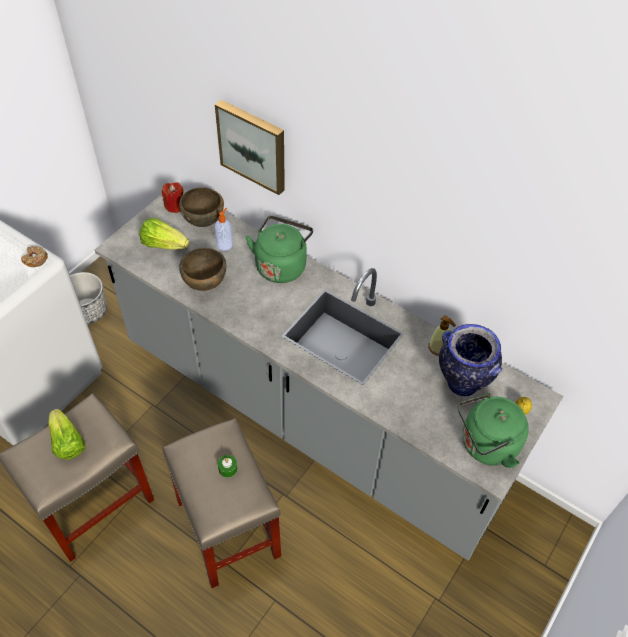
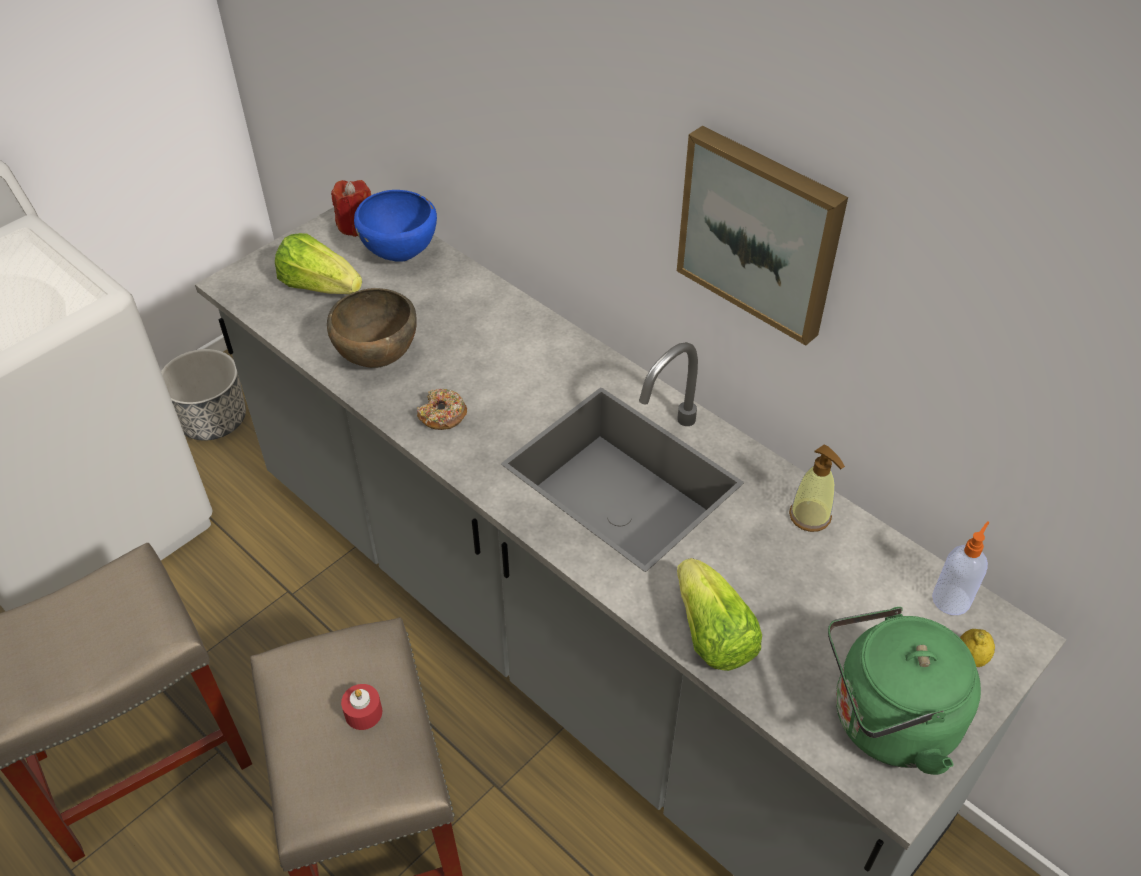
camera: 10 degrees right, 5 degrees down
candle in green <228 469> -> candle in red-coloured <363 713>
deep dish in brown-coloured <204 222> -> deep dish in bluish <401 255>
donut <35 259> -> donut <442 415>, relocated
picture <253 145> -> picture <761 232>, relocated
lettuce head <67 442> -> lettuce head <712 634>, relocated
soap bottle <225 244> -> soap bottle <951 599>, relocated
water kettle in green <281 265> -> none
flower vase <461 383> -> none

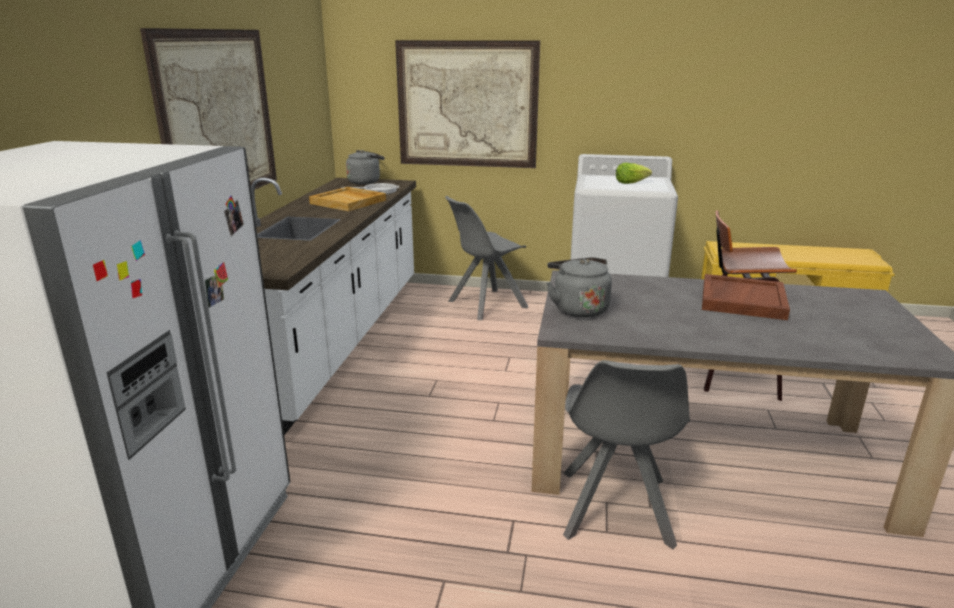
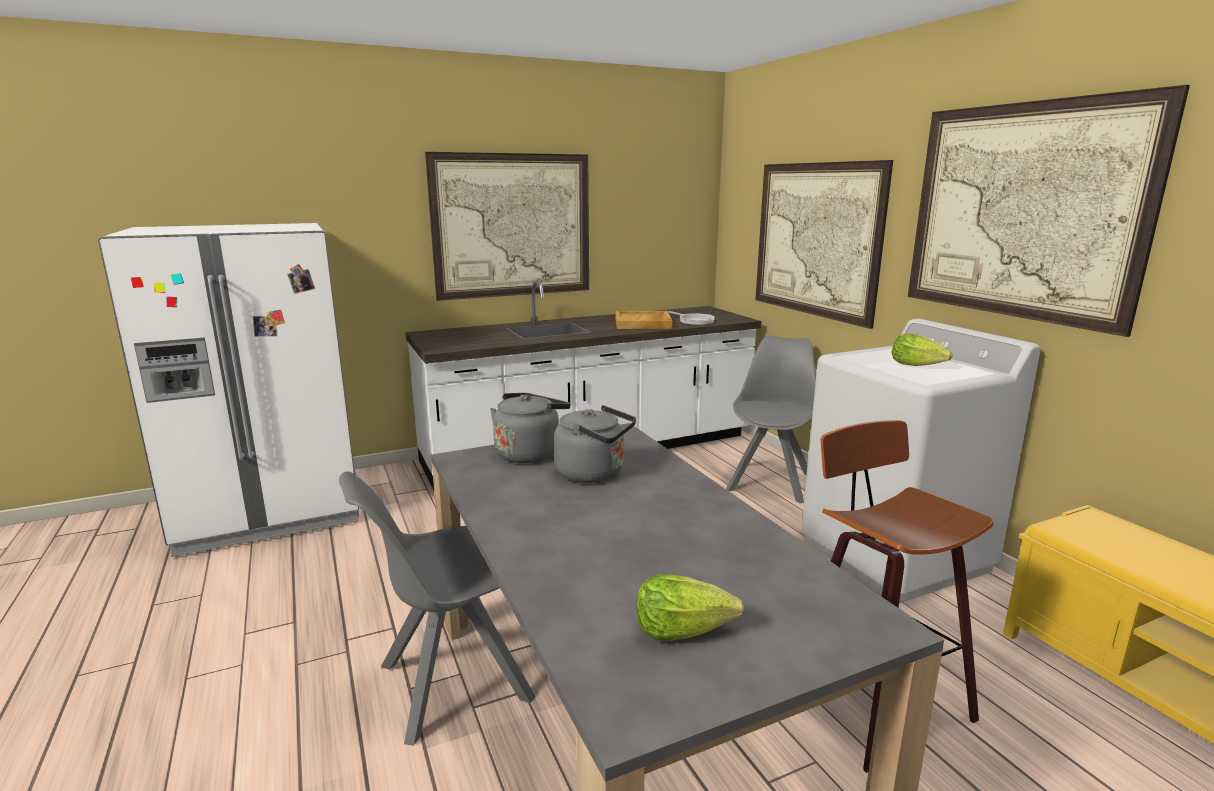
camera: 55 degrees right, 5 degrees down
water kettle in greyish <366 182> -> water kettle in greyish <594 474>, relocated
none -> lettuce head <682 629>
chair in greyish <485 305> -> chair in greyish <770 481>, 90 degrees clockwise
none -> picture <1022 212>
tray in brown-coloured <741 300> -> none

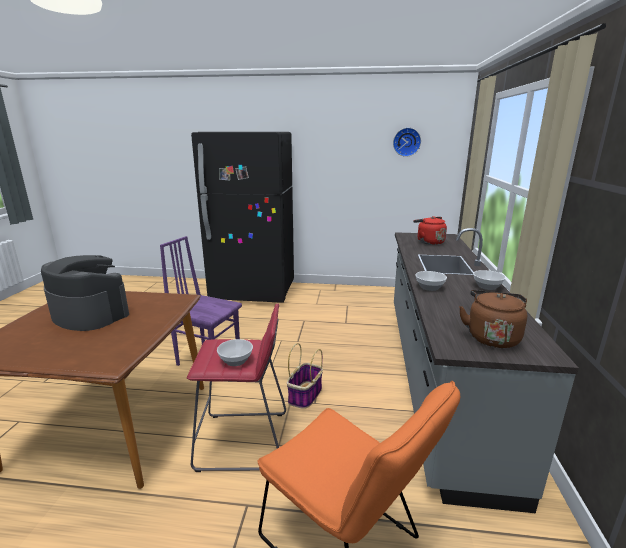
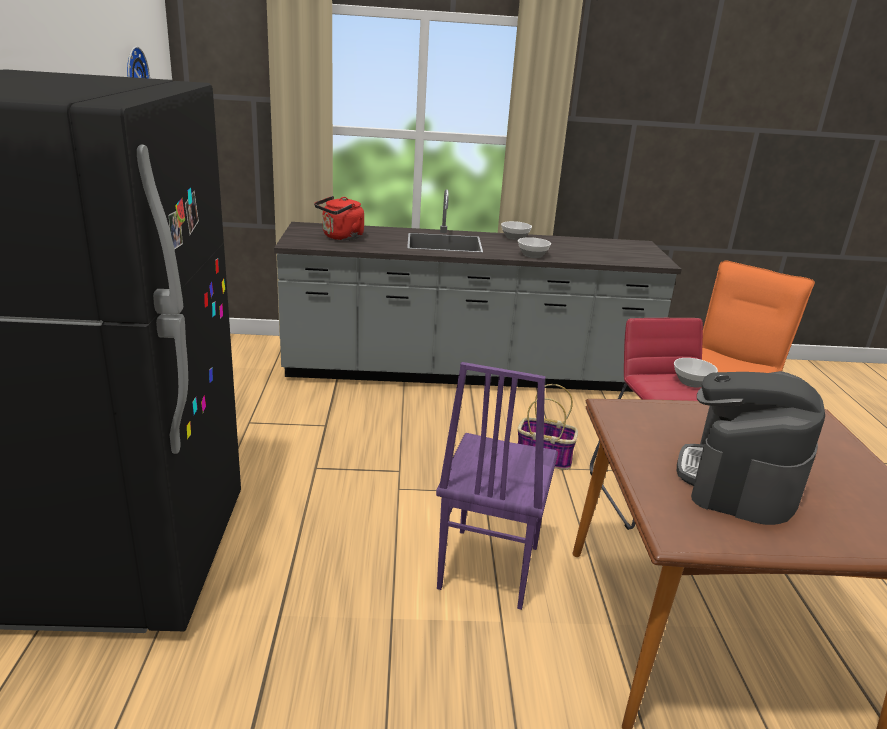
camera: 100 degrees left, 5 degrees up
water kettle in brown-coloured <491 337> -> none

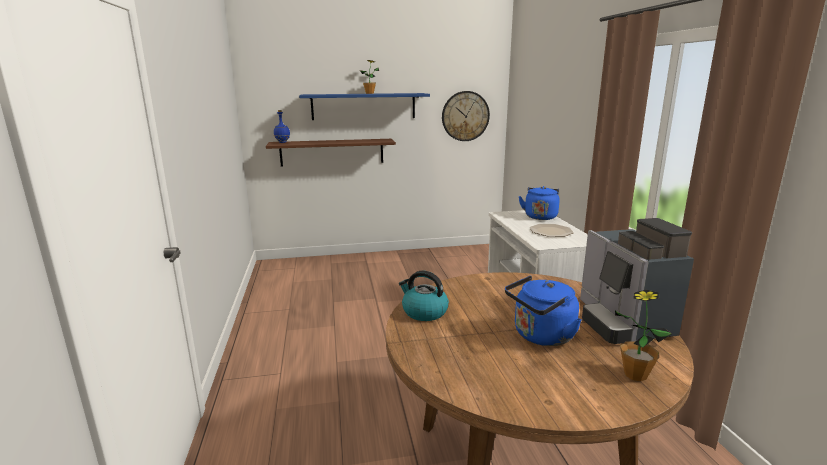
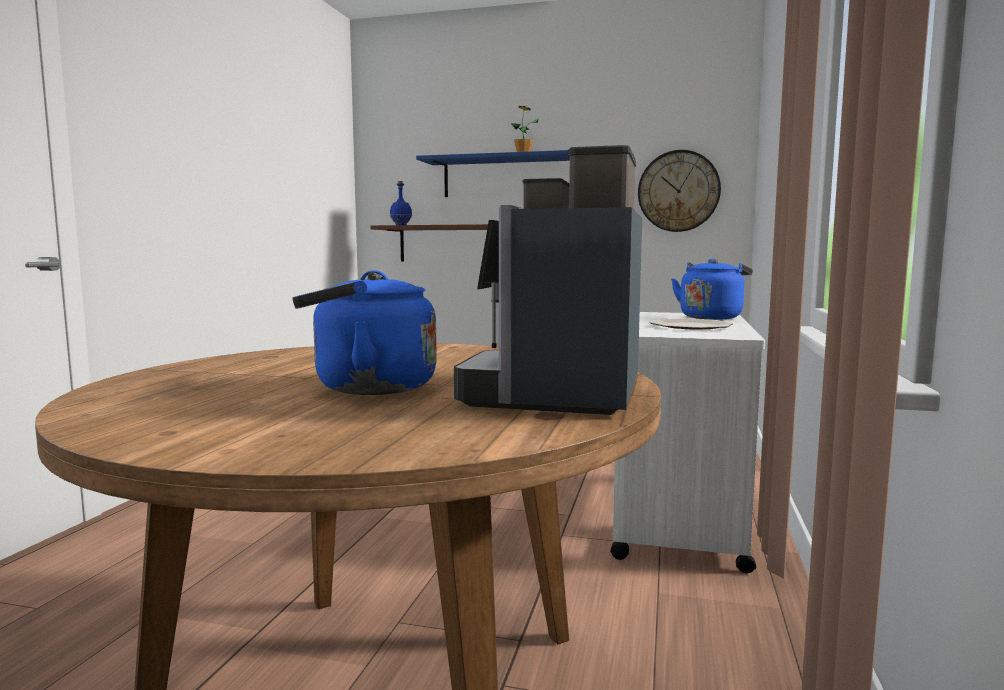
camera: 25 degrees right, 10 degrees down
water kettle <424 312> -> none
potted plant <635 374> -> none

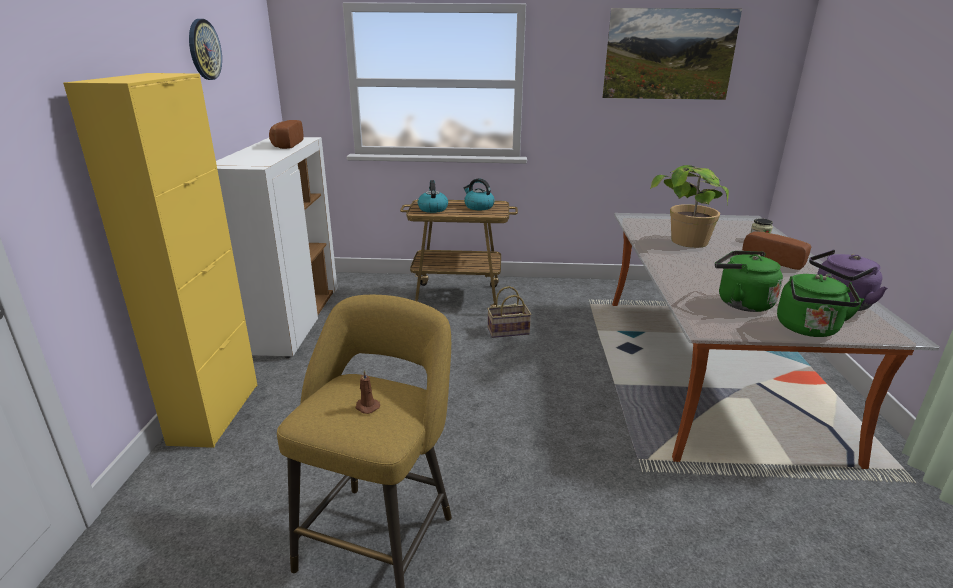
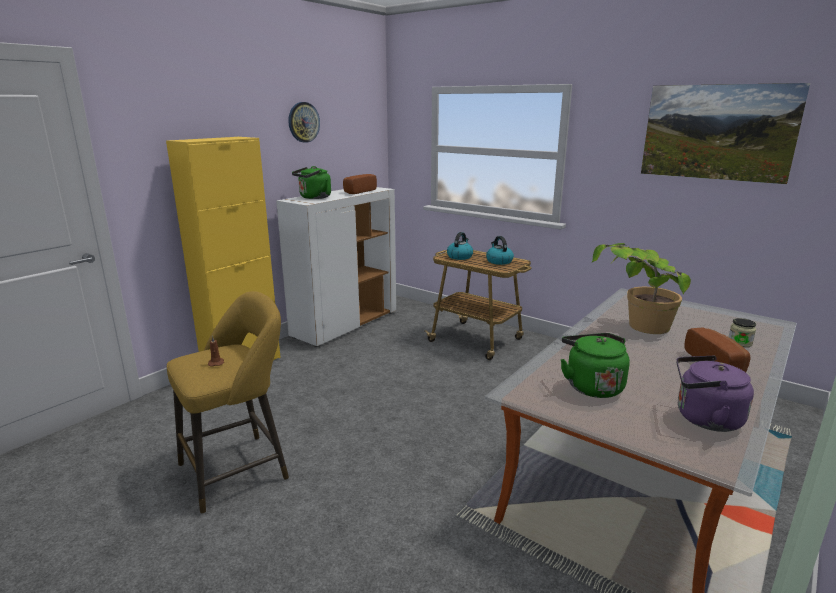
camera: 35 degrees right, 5 degrees down
water kettle in green <808 329> -> water kettle in green <313 197>, relocated
household basket <507 332> -> none

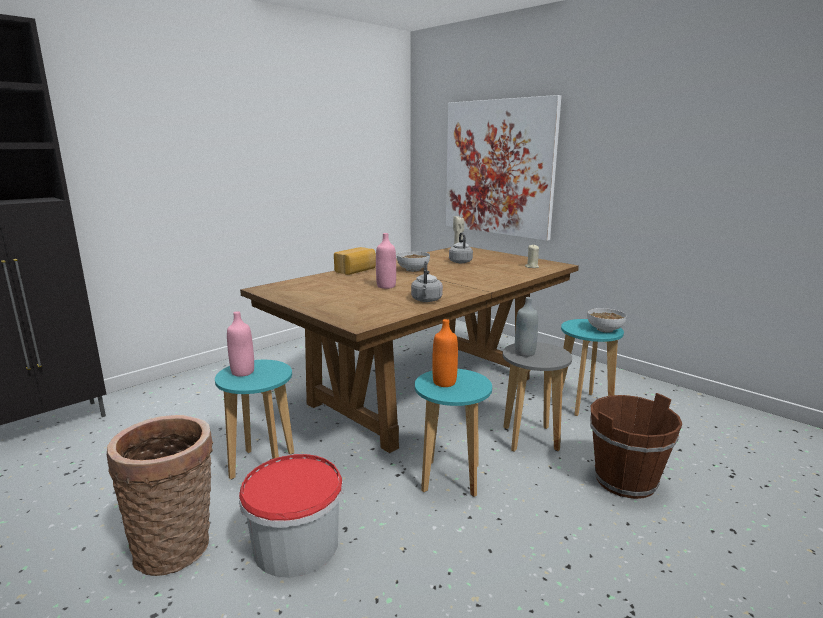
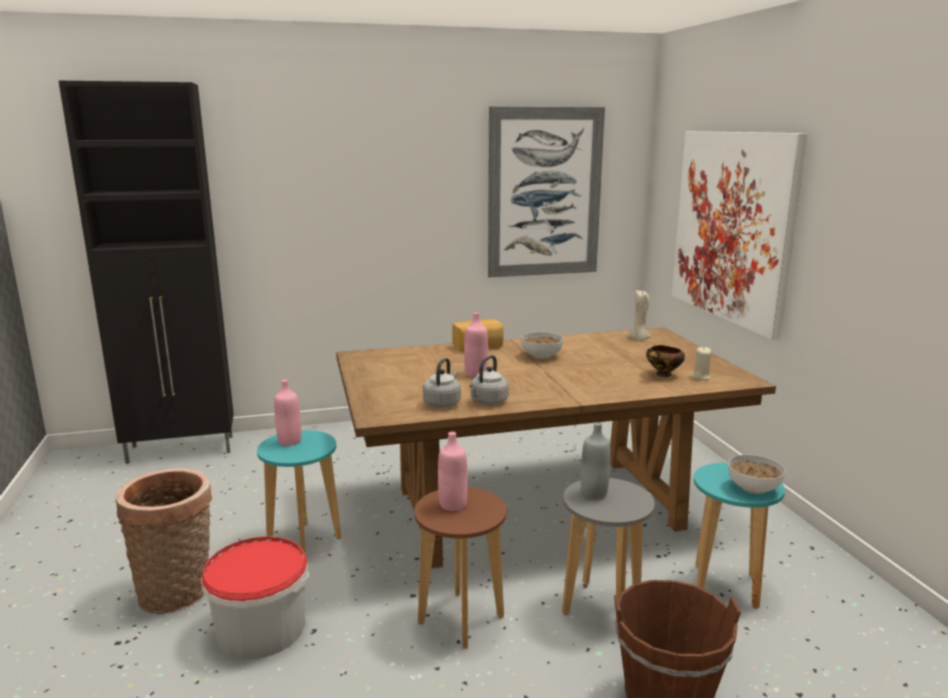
camera: 30 degrees right, 0 degrees up
stool in blue-green <450 479> -> stool in brown-coloured <460 620>
water kettle in greyish <460 261> -> water kettle in greyish <443 403>, relocated
drink bottle in orangey <444 382> -> drink bottle in pink <452 504>
none -> picture <544 193>
none -> deep dish <663 375>

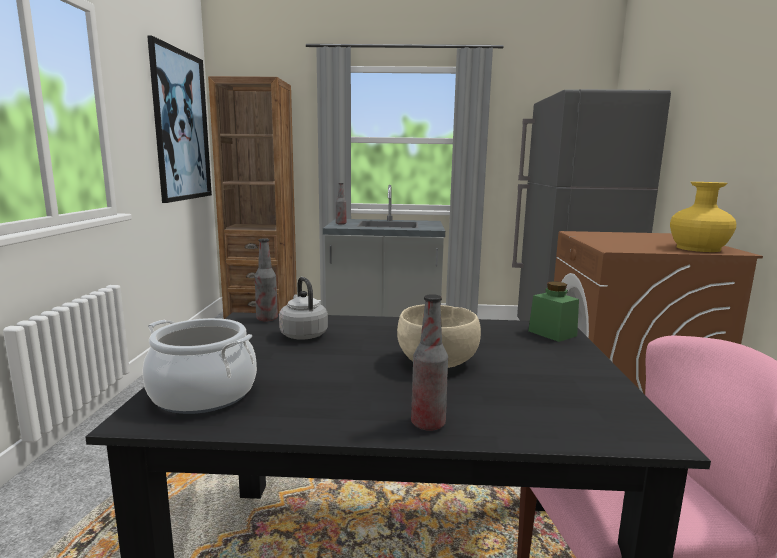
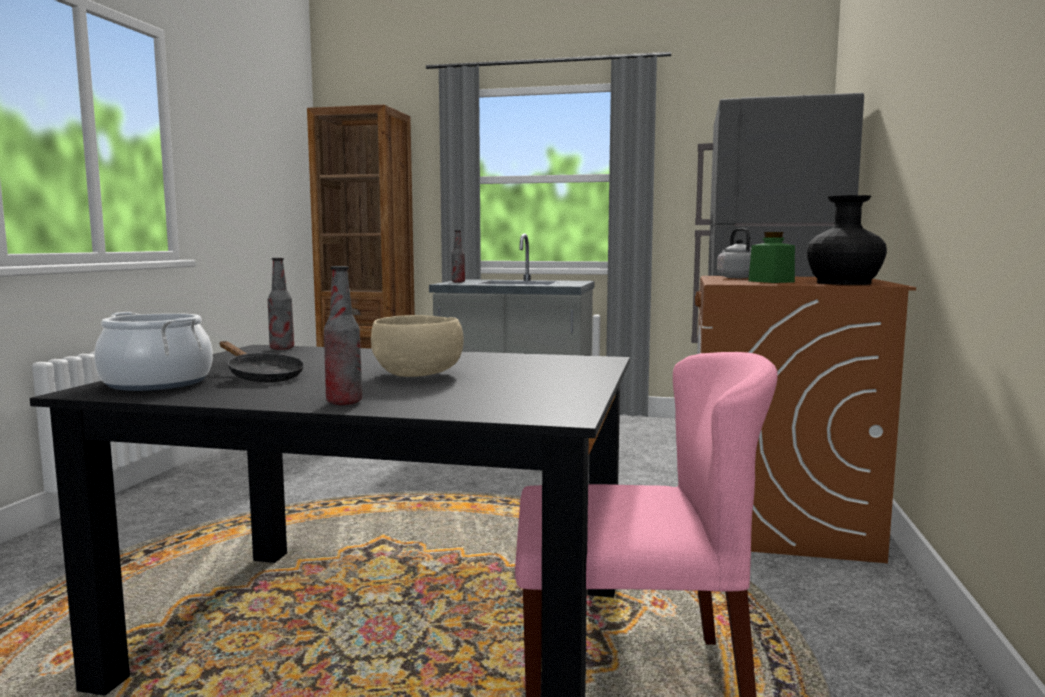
camera: 10 degrees right, 5 degrees down
none -> pan in black-coloured <261 377>
water kettle in greyish <303 334> -> water kettle in greyish <735 277>, relocated
storage jar in green <552 333> -> storage jar in green <771 281>, relocated
flower vase in yellowish <698 248> -> flower vase in black-coloured <843 283>
picture <181 126> -> none

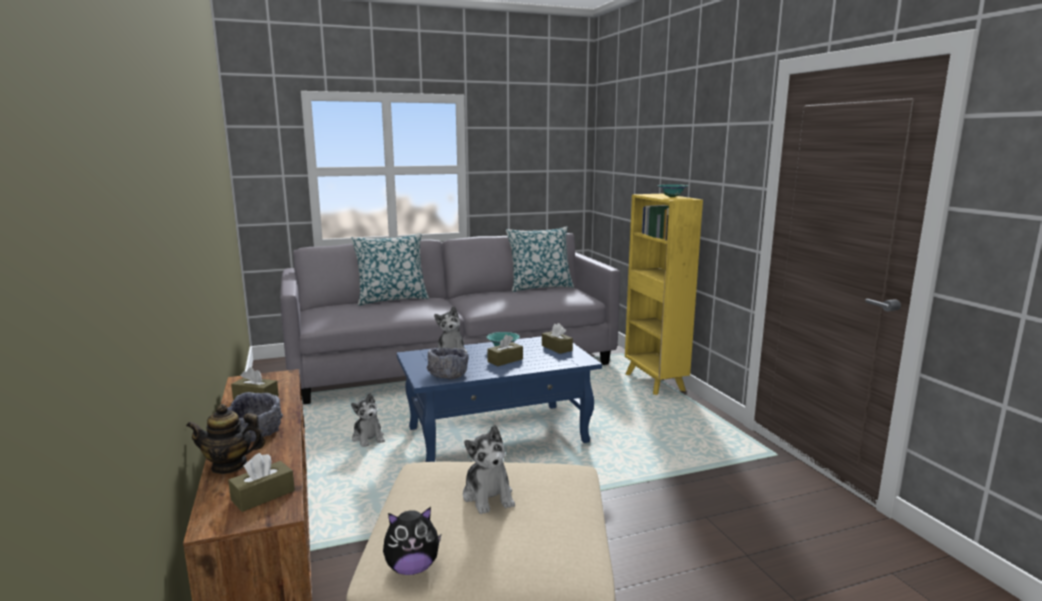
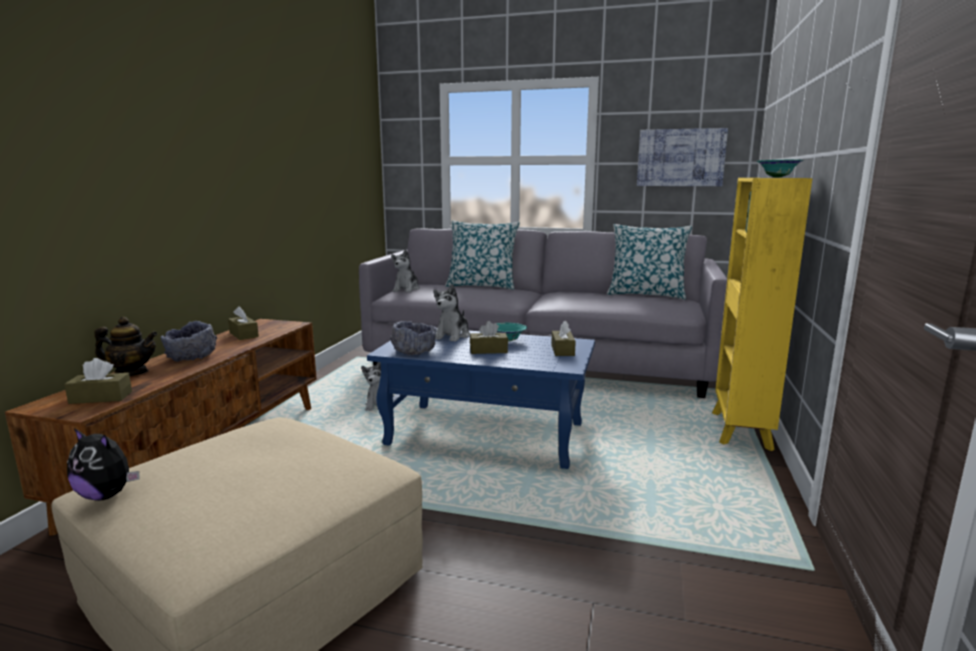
camera: 35 degrees right, 0 degrees up
tea pot <229 465> -> tea pot <131 373>, 150 degrees clockwise
plush toy <488 496> -> plush toy <406 289>, relocated
none -> picture <680 157>

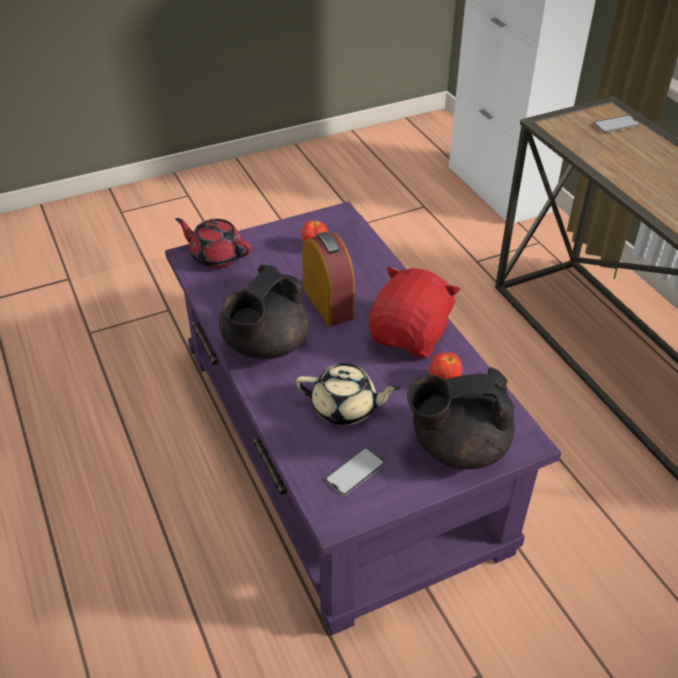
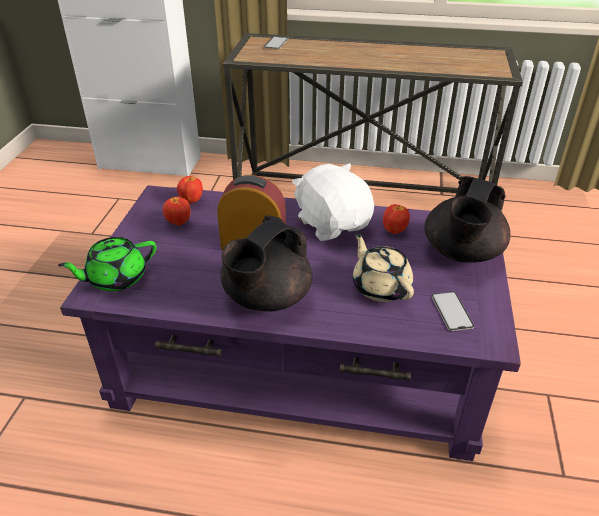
camera: 55 degrees left, 5 degrees down
tea pot in red-coloured <216 256> -> tea pot in green <116 278>
none -> apple fruit <191 201>
tea pot in black-coloured <265 345> -> tea pot in black-coloured <266 298>, 60 degrees clockwise
plush toy in red-coloured <410 335> -> plush toy in whitish <333 224>
tea pot in beige <345 408> -> tea pot in beige <380 287>, 75 degrees counterclockwise

